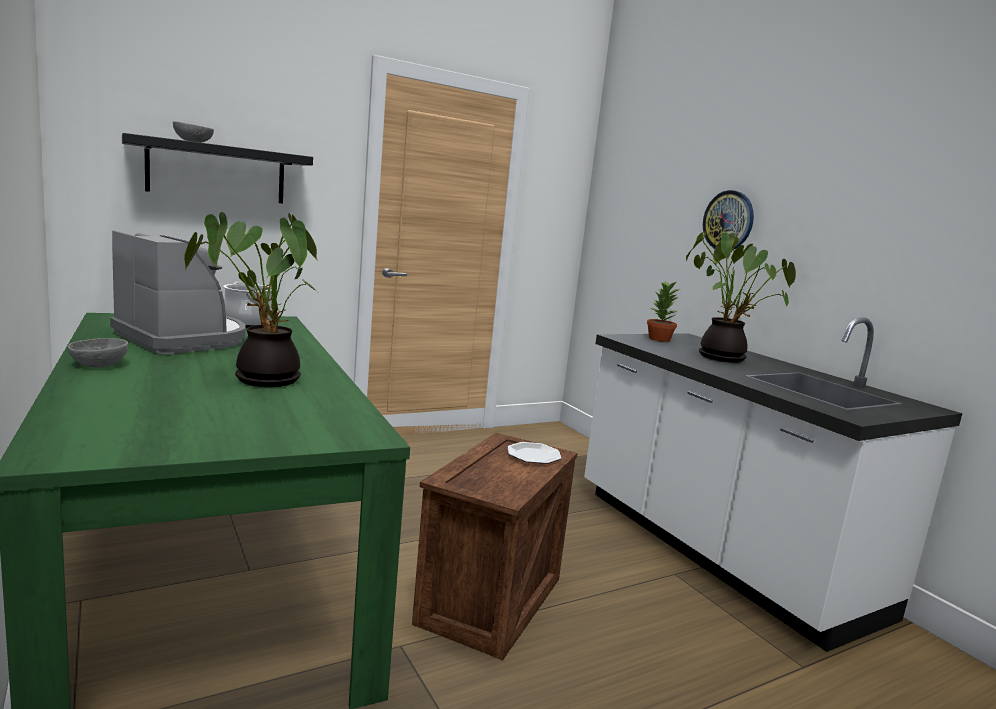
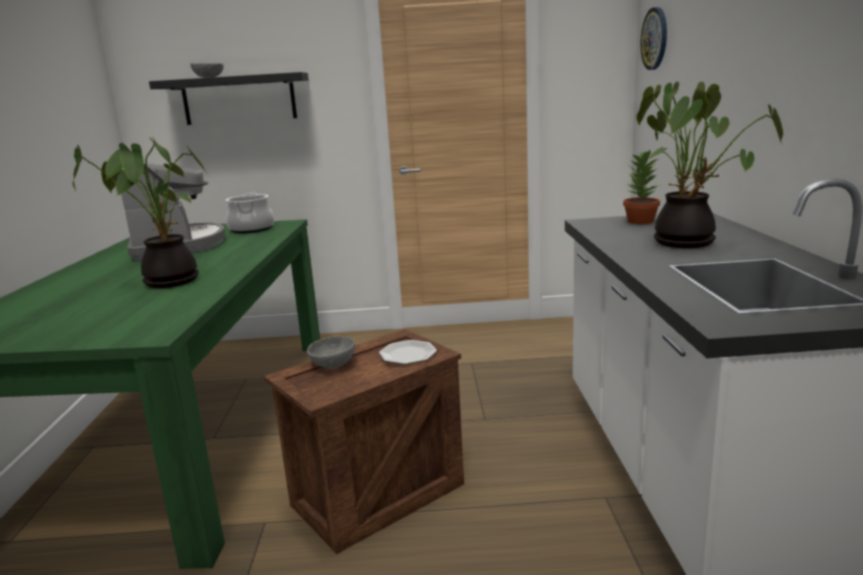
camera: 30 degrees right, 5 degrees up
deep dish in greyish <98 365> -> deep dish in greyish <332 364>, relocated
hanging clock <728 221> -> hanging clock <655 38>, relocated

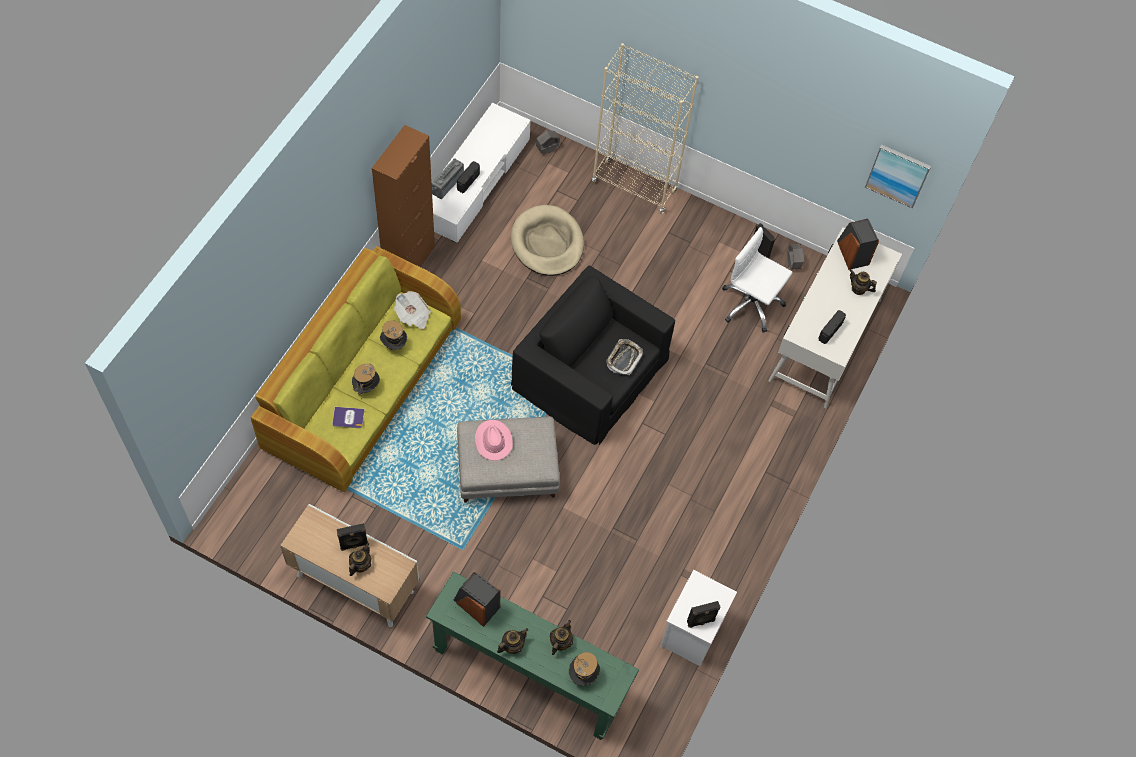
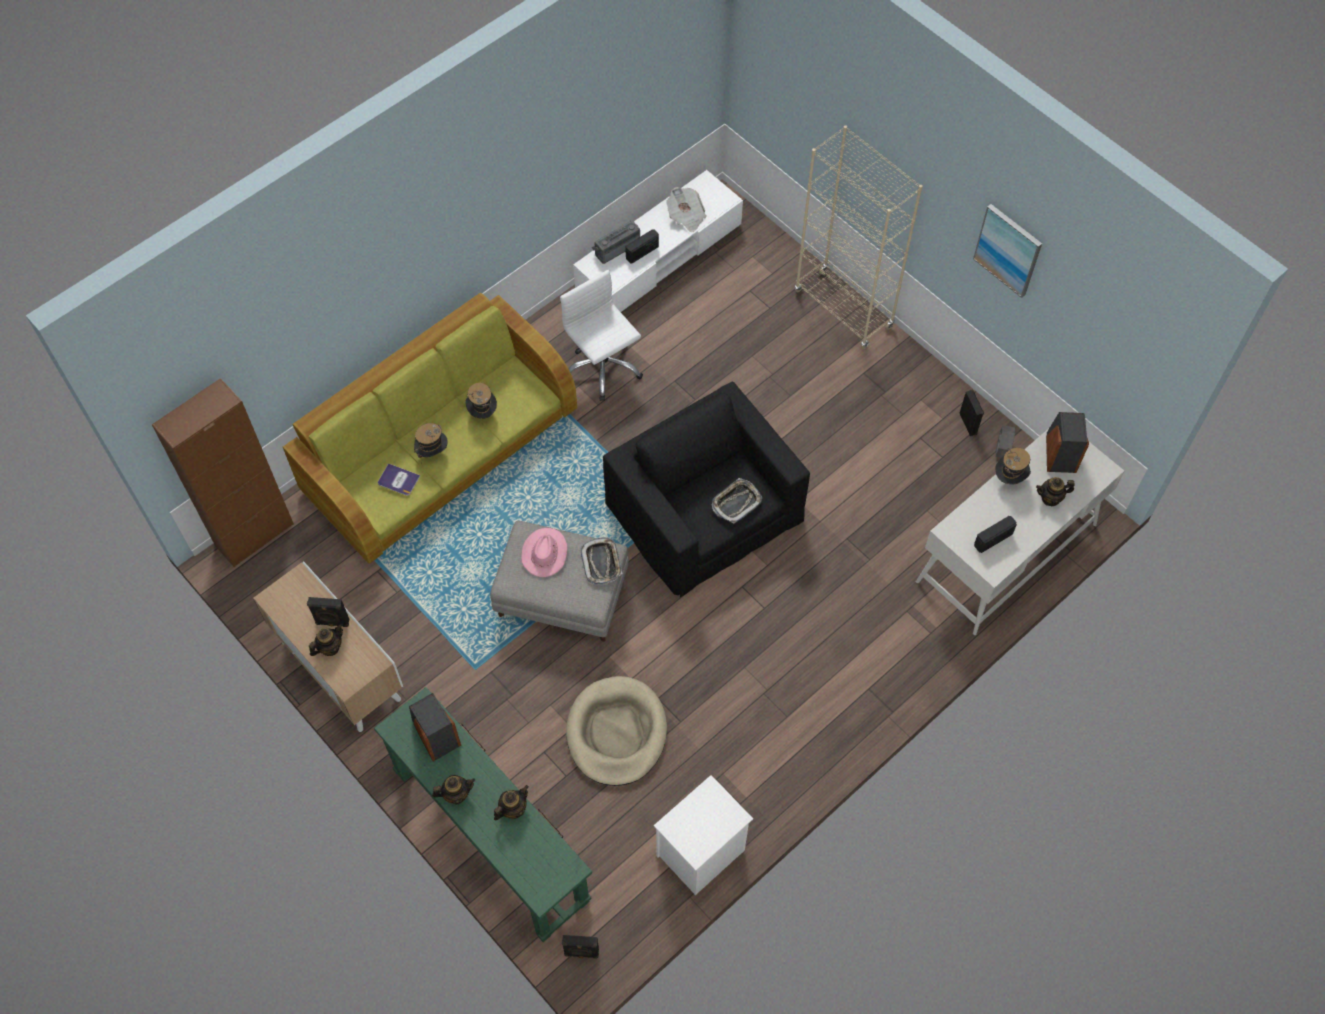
camera: 25 degrees right, 0 degrees up
cabinet in brown-coloured <409 261> -> cabinet in brown-coloured <254 535>, relocated
office chair in whitish <751 305> -> office chair in whitish <602 367>, relocated
audio speaker in black-coloured <701 621> -> audio speaker in black-coloured <581 953>, relocated
pet bed in beige <547 243> -> pet bed in beige <616 733>, relocated
none -> tray <601 563>
printed paper <413 315> -> printed paper <686 216>, relocated
picture <898 175> -> picture <1008 250>, relocated
hat <583 675> -> hat <1009 478>, relocated
tea pot <858 289> -> tea pot <1050 498>, 60 degrees counterclockwise
plant pot in greyish <547 149> -> none

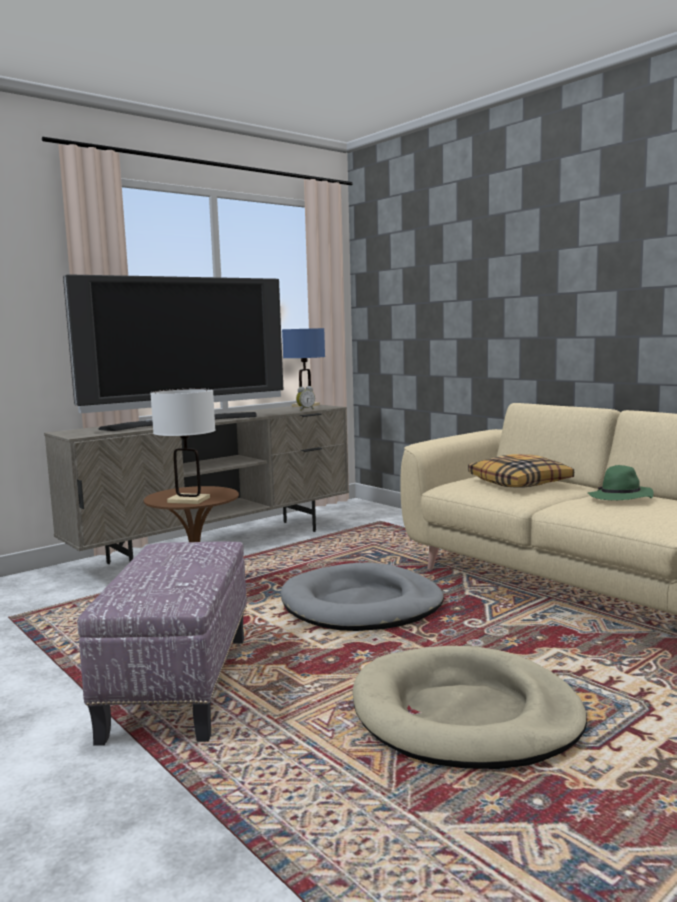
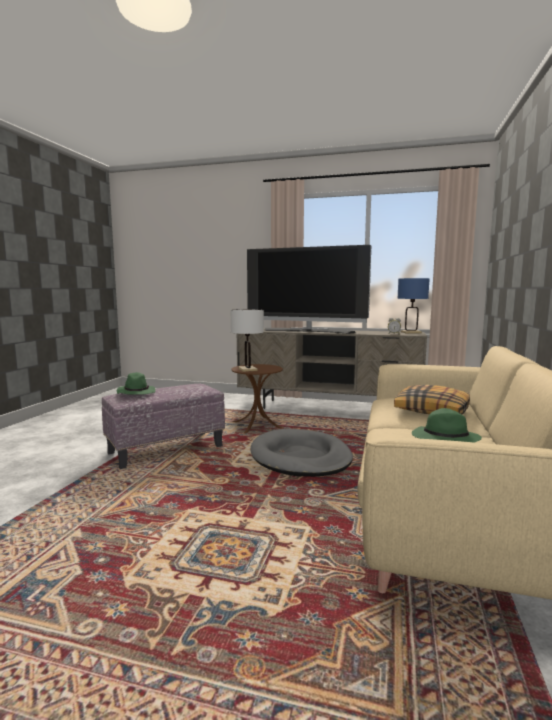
camera: 55 degrees right, 0 degrees up
none -> hat in green <136 393>
pet bed in beige <465 715> -> none

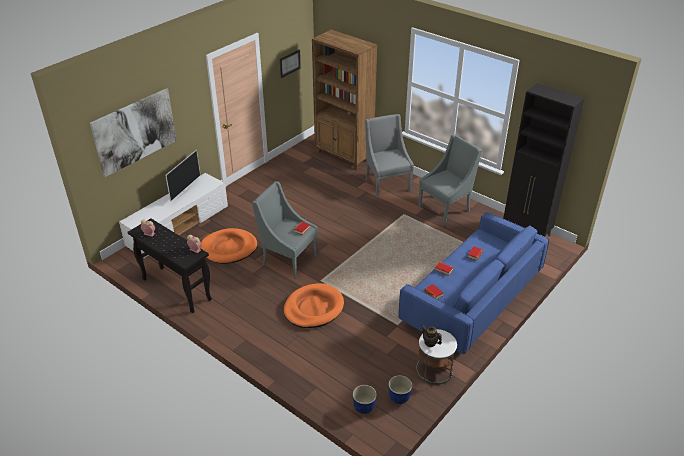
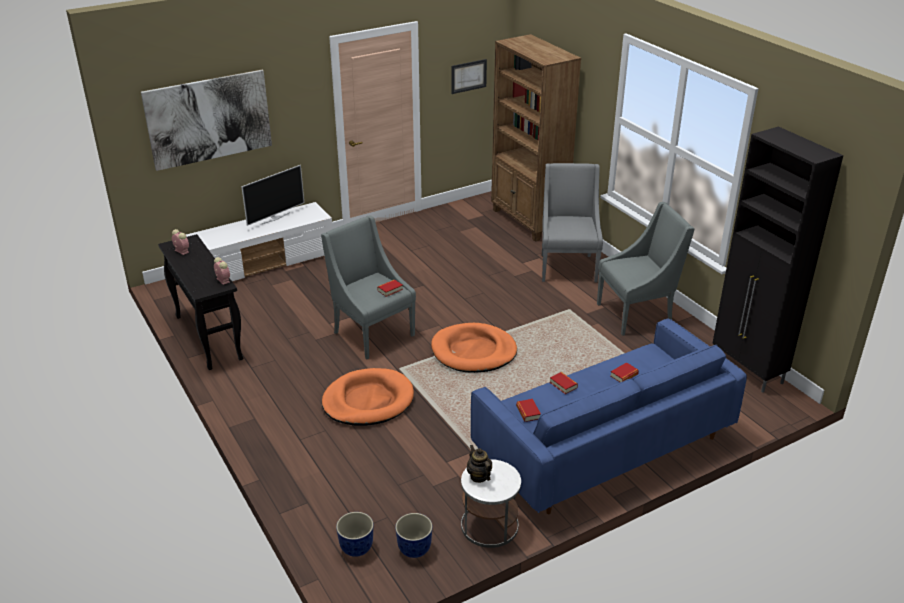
camera: 20 degrees right, 5 degrees down
pet bed in orangey <229 248> -> pet bed in orangey <473 351>, relocated

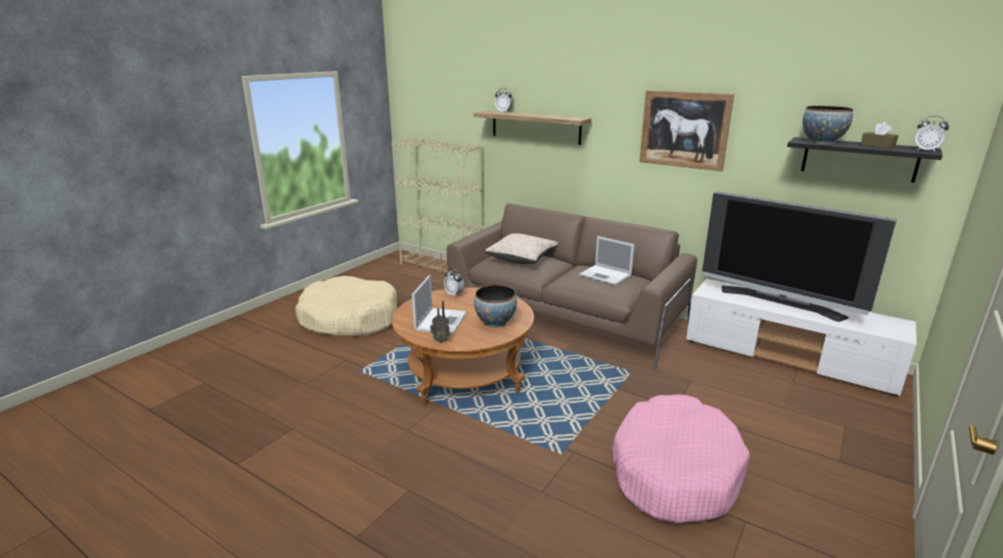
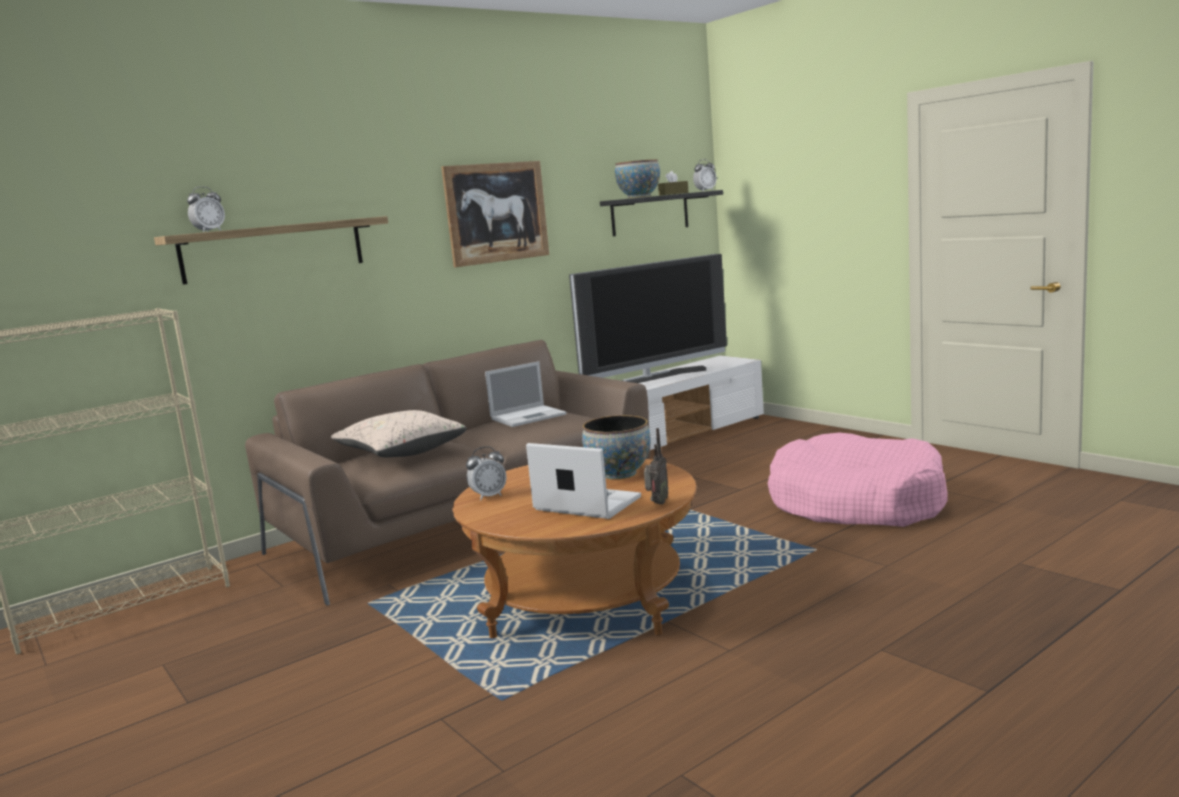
camera: 70 degrees left, 10 degrees down
pet bed in beige <349 319> -> none

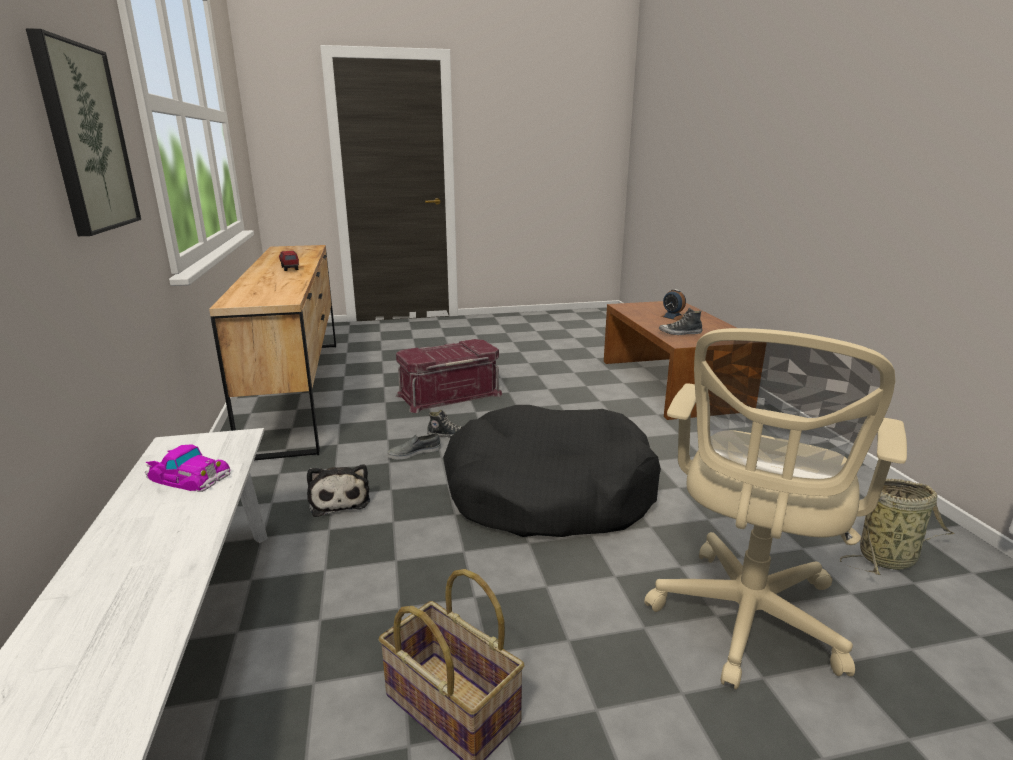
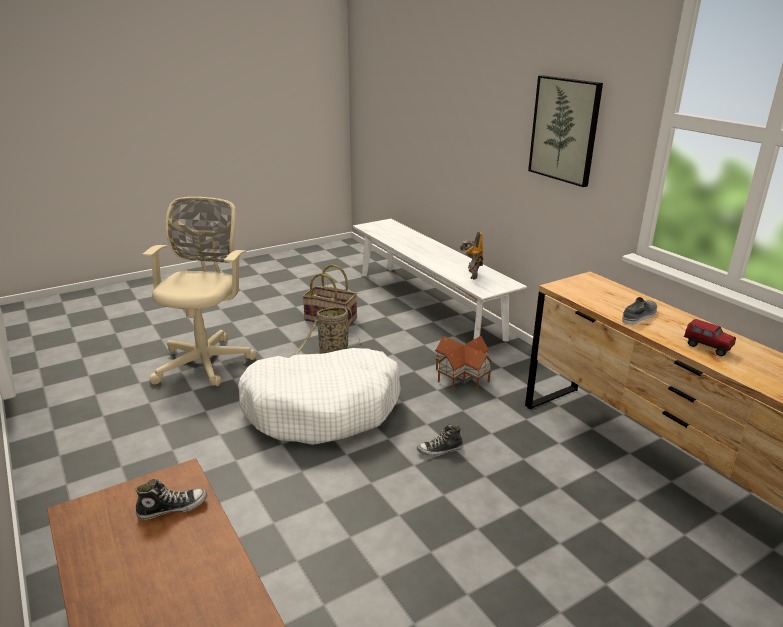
camera: 160 degrees right, 5 degrees up
pet bed in black-coloured <549 493> -> pet bed in whitish <323 408>
household basket <889 558> -> household basket <332 351>, relocated
plush toy <339 500> -> miniature house <462 376>
miniature car <188 476> -> model robot <471 274>
shoe in greyish <414 452> -> shoe in greyish <639 316>, relocated
storage box in red-coloured <449 394> -> none
bedside clock <673 317> -> none

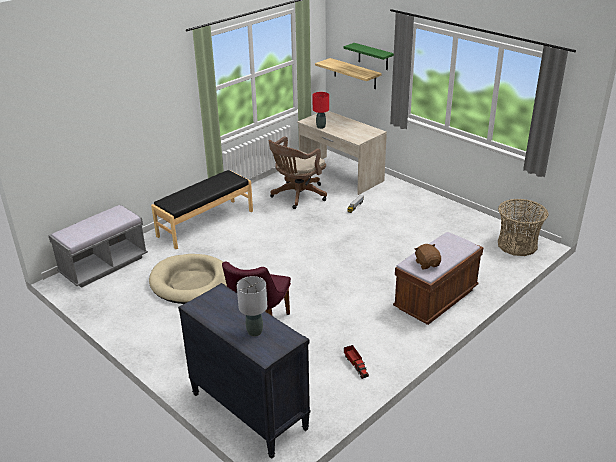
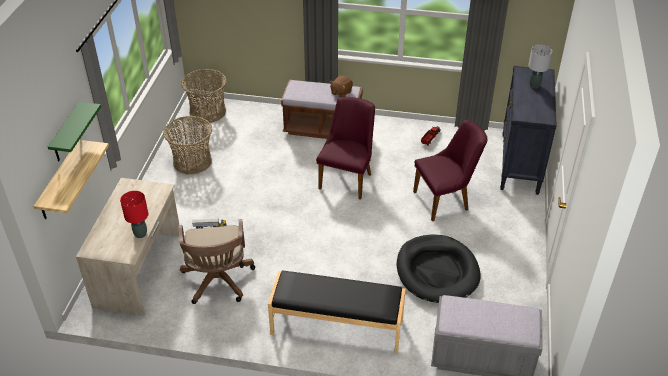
camera: 125 degrees left, 10 degrees up
none -> household basket <192 161>
office chair in brown-coloured <297 196> -> office chair in brown-coloured <218 282>, 75 degrees clockwise
none -> chair in purple <348 178>
pet bed in beige <192 282> -> pet bed in black-coloured <437 271>

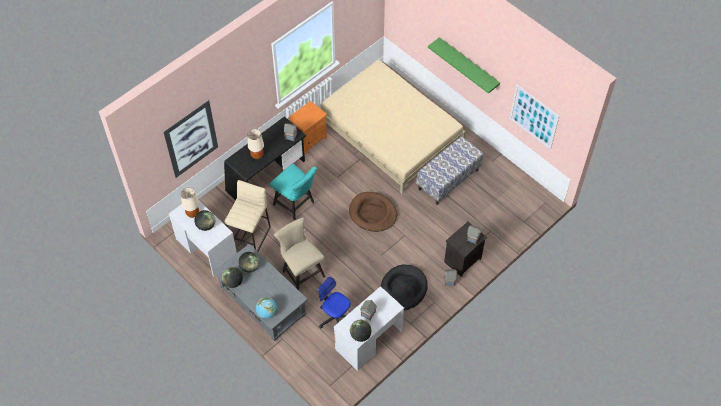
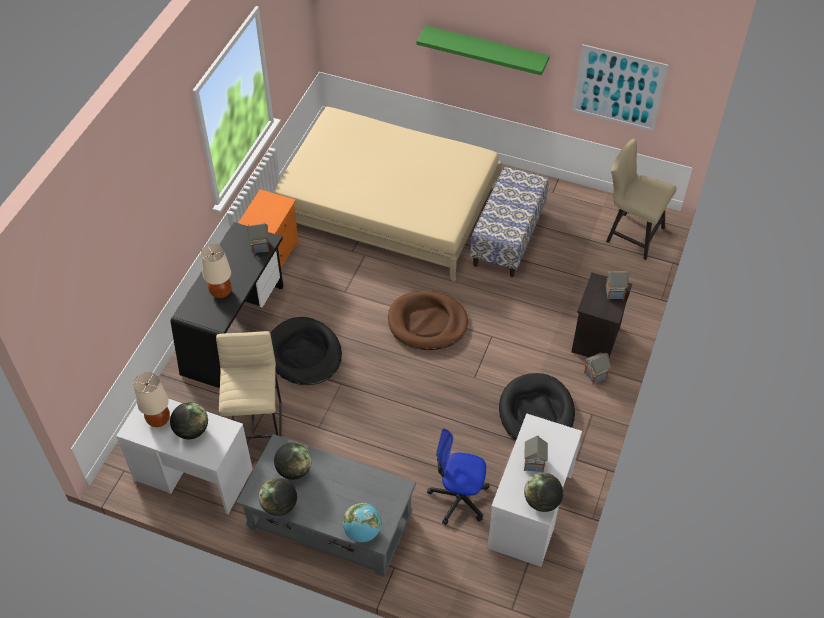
camera: 25 degrees left, 5 degrees down
chair in blue-green <296 205> -> pet bed in black-coloured <304 354>
chair in beige <301 272> -> chair in beige <630 234>, relocated
picture <191 139> -> none

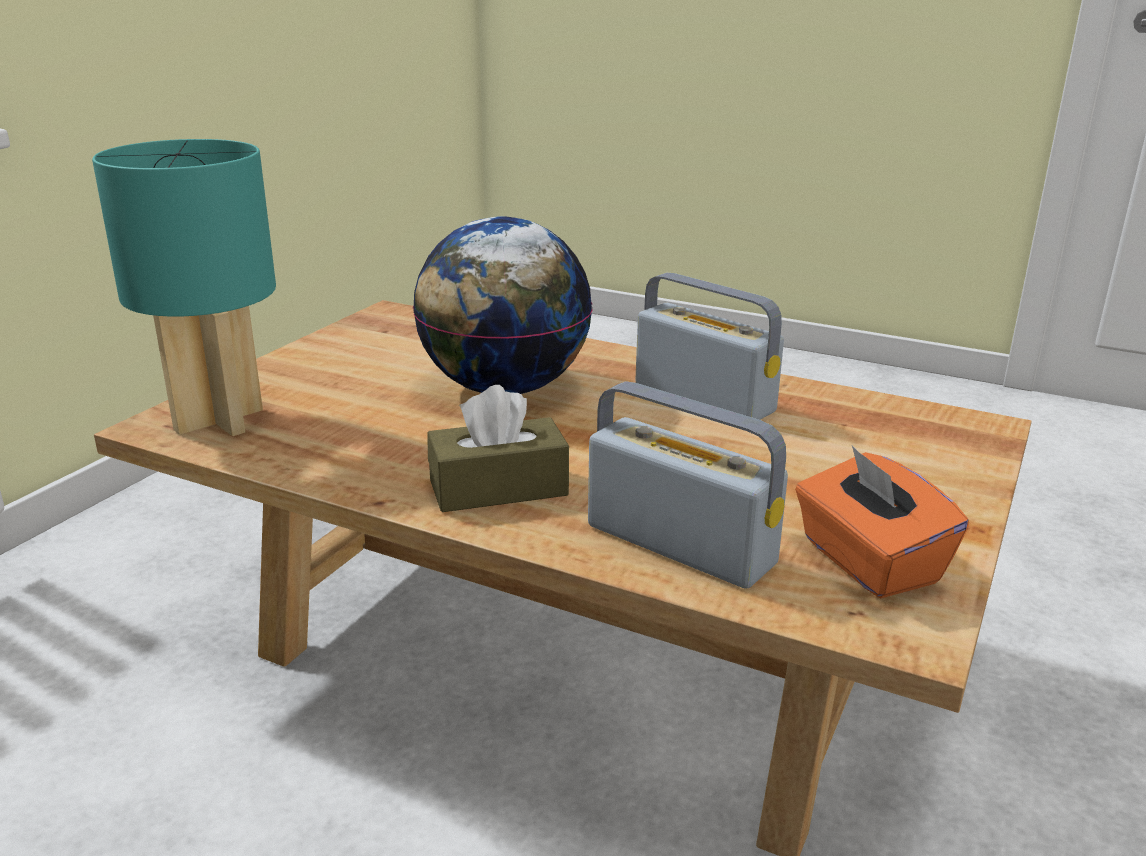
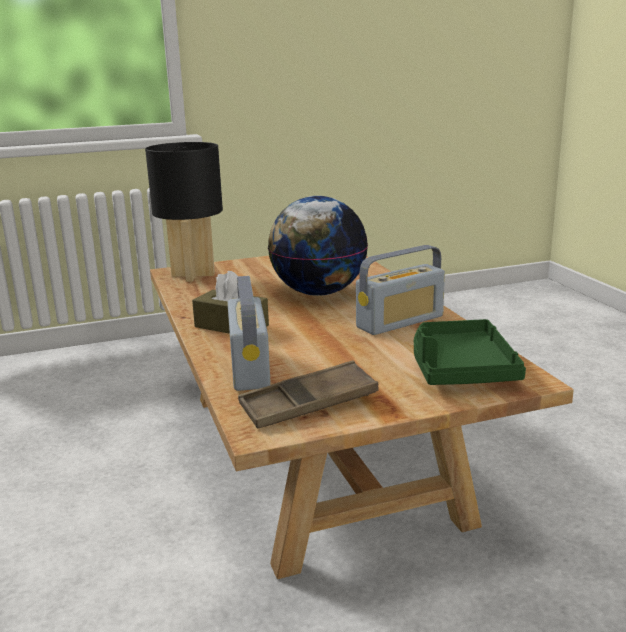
camera: 45 degrees right, 5 degrees down
table lamp in blue-green <220 419> -> table lamp in black-coloured <194 275>
box of tissues in orangey <868 562> -> tray in brown-coloured <308 404>
radio set <703 398> -> radio set <400 322>, 60 degrees clockwise
none -> tray in green <460 368>

